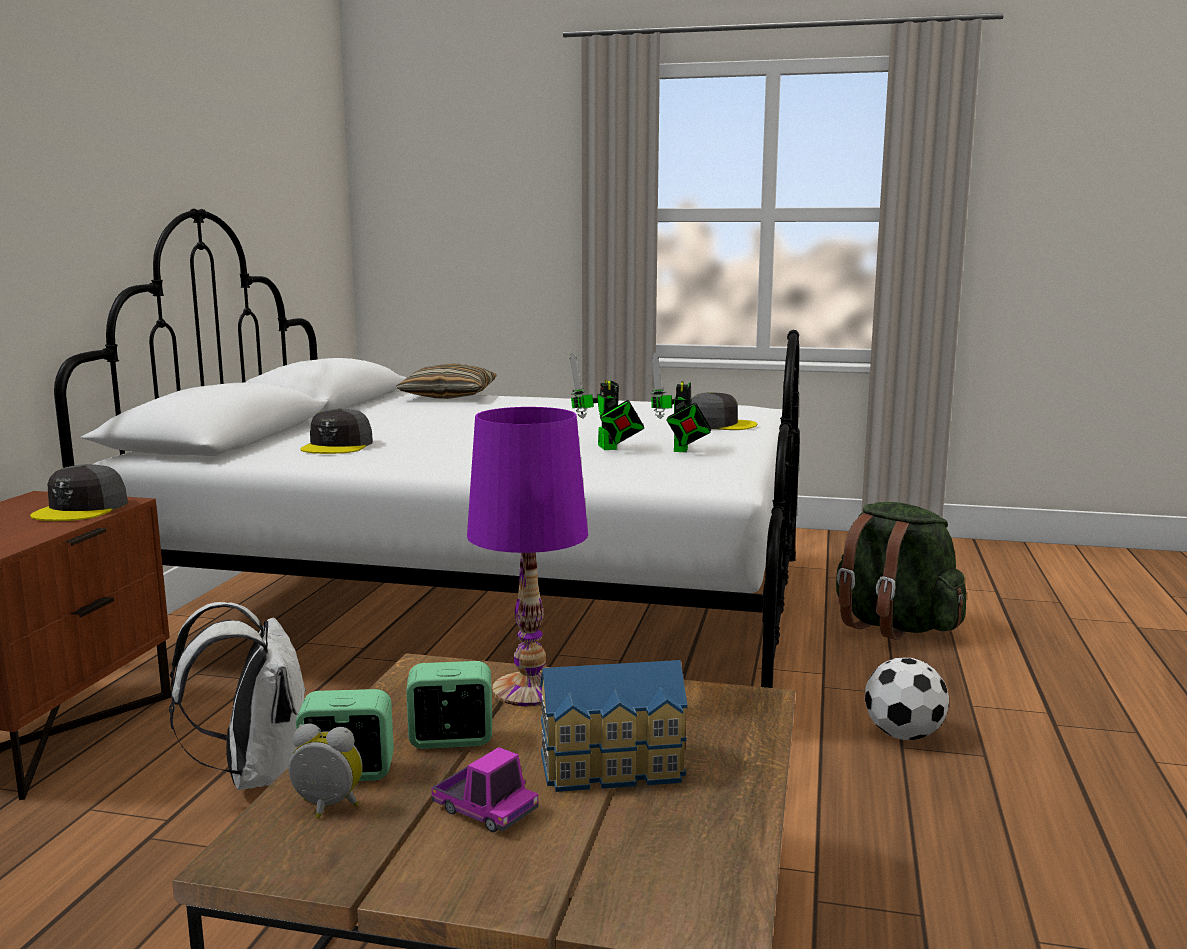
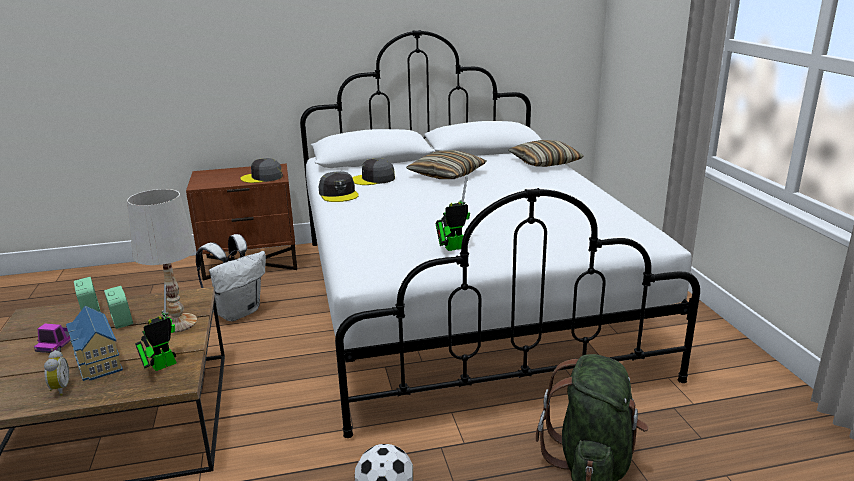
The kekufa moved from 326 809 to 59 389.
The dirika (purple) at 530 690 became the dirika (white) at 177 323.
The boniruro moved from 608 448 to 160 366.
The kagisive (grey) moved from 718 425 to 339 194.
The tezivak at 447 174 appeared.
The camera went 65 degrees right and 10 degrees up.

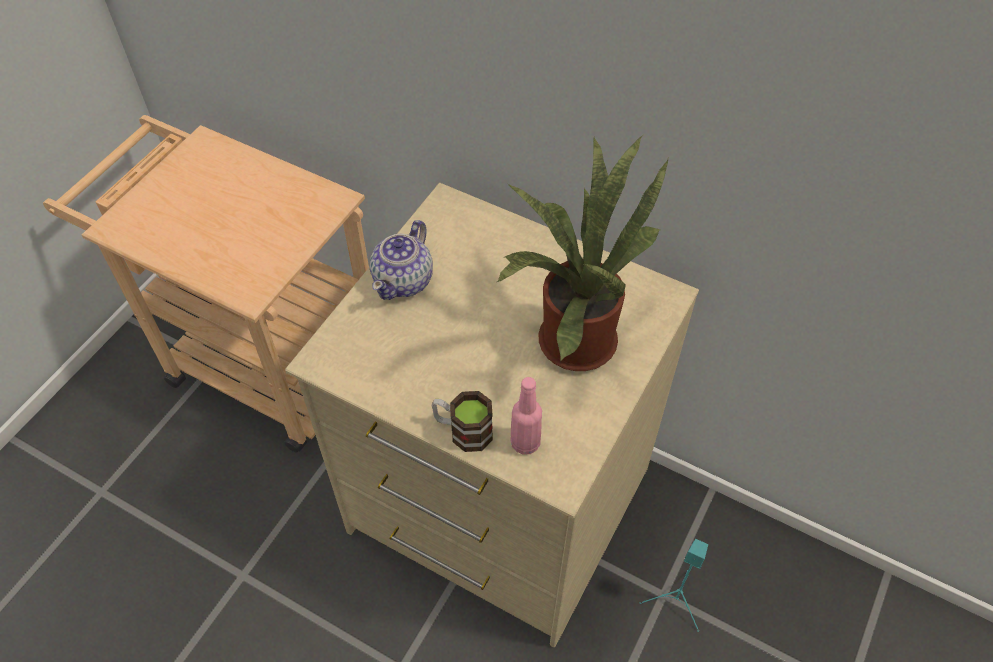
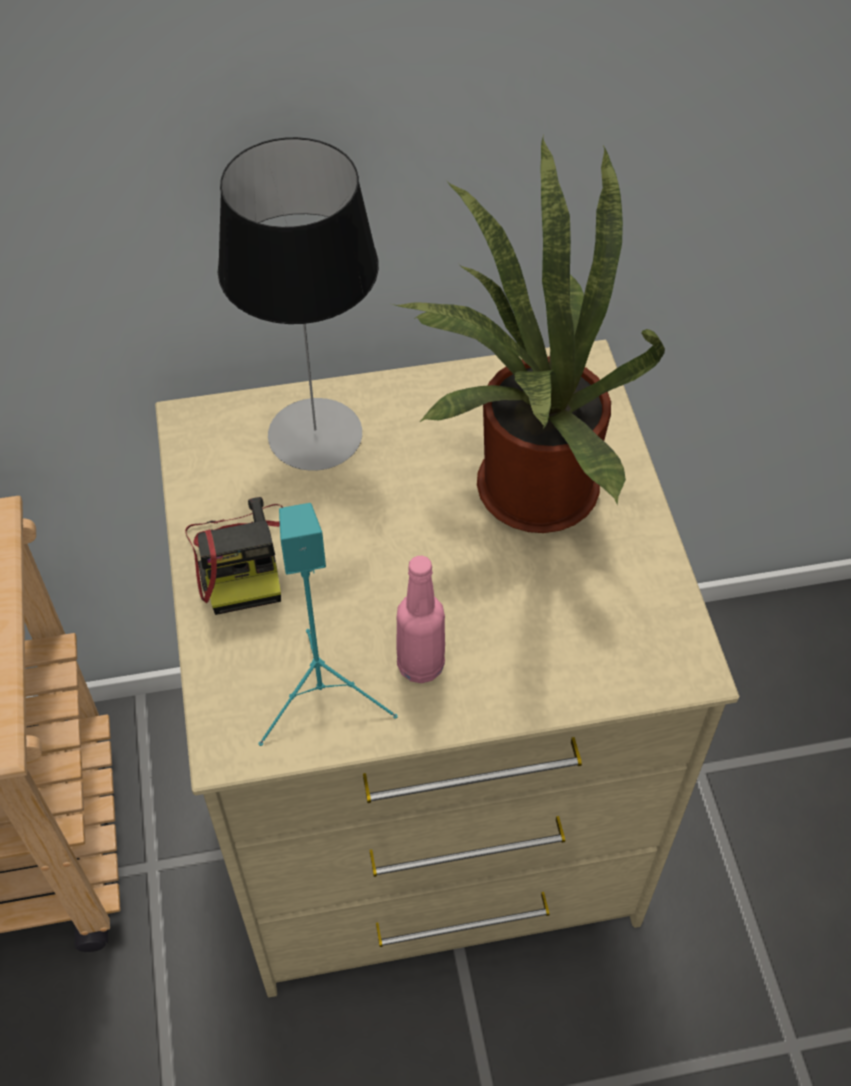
The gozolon at 404 280 was replaced by the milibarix at 240 558.
The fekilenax at 463 430 disappeared.
The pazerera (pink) moved from 525 443 to 420 665.
The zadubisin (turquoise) moved from 676 601 to 323 695.
The dirika at 315 435 appeared.
The camera went 40 degrees left and 0 degrees up.

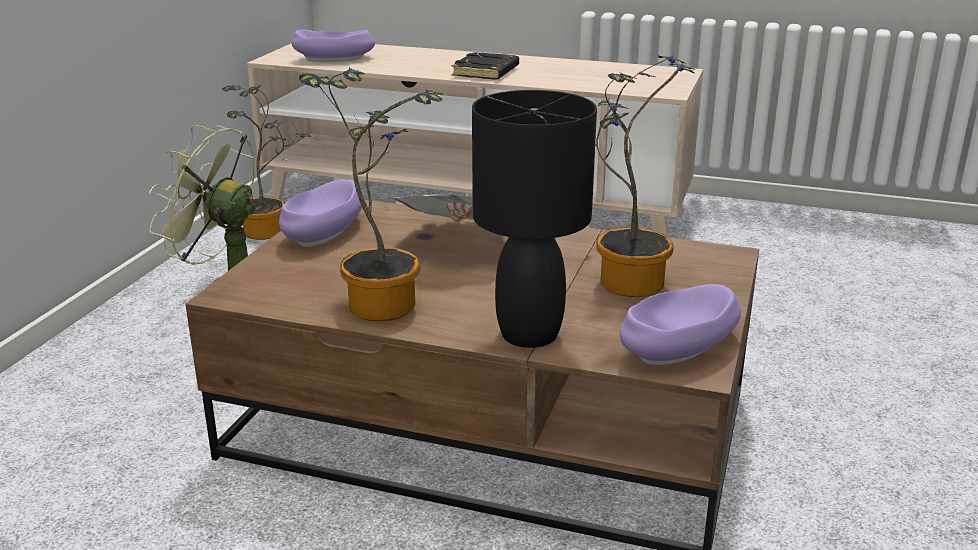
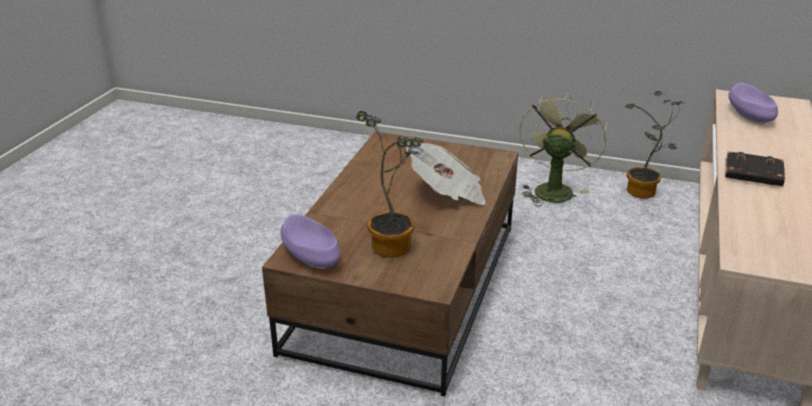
The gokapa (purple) at 324 232 disappeared.
The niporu at 382 301 disappeared.
The dirika (black) at 528 334 disappeared.
The camera went 90 degrees right and 5 degrees up.

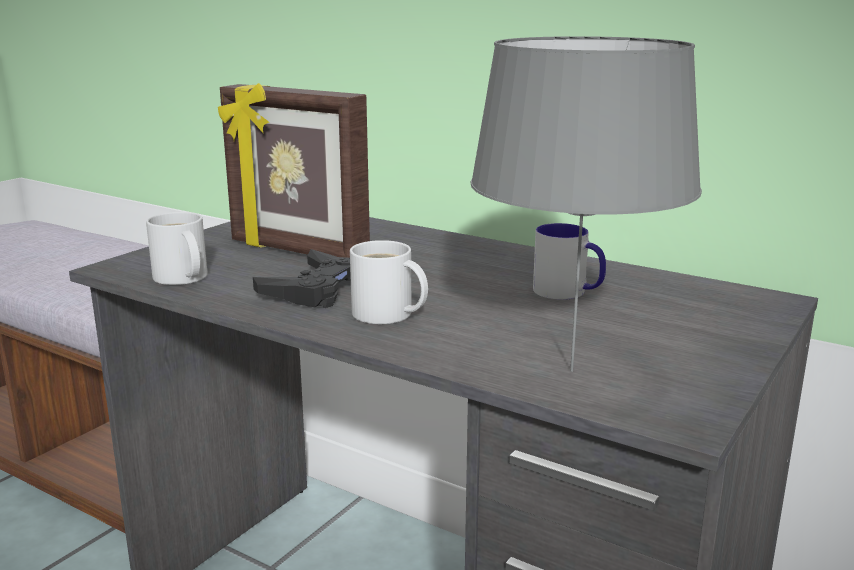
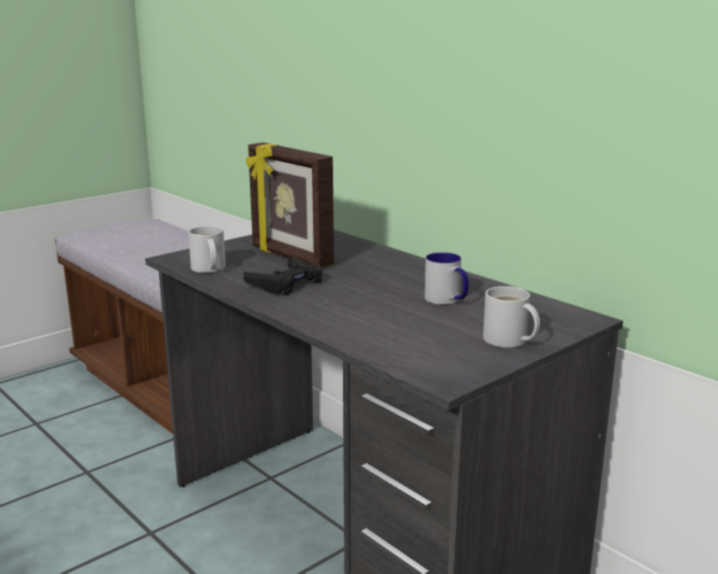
The fekilenax (white) moved from 386 315 to 507 340.
The dirika (grey) at 574 371 disappeared.
The camera went 15 degrees right and 0 degrees up.

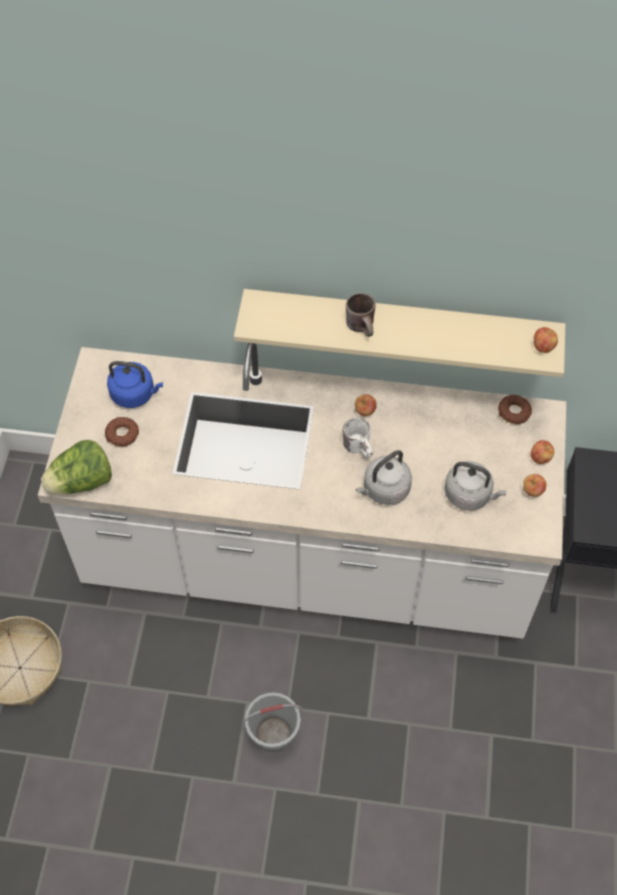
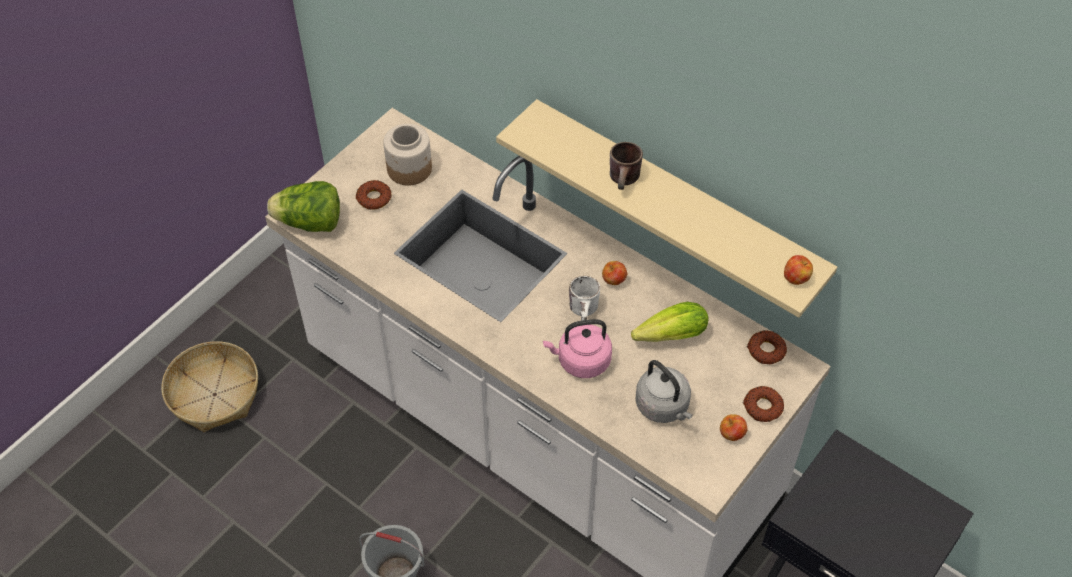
The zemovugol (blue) at 135 394 was replaced by the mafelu at 410 169.
The zemovugol (grey) at 384 490 became the zemovugol (pink) at 581 361.
The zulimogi at 540 458 was replaced by the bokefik at 762 407.
The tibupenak at 667 336 appeared.
The camera went 30 degrees right and 5 degrees down.

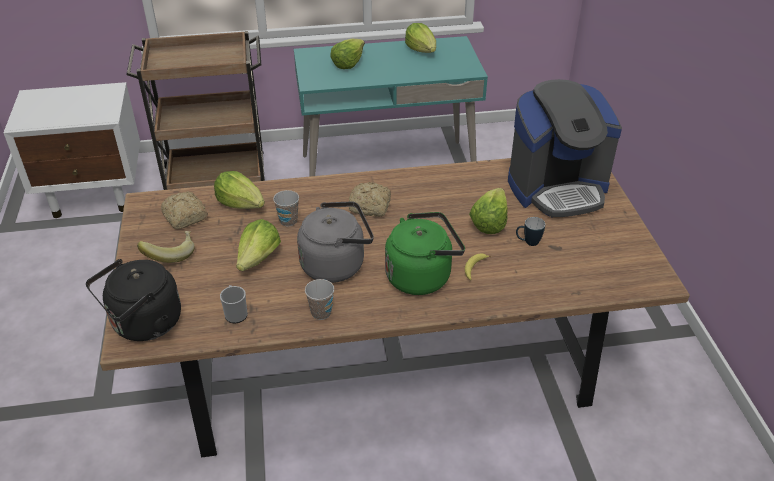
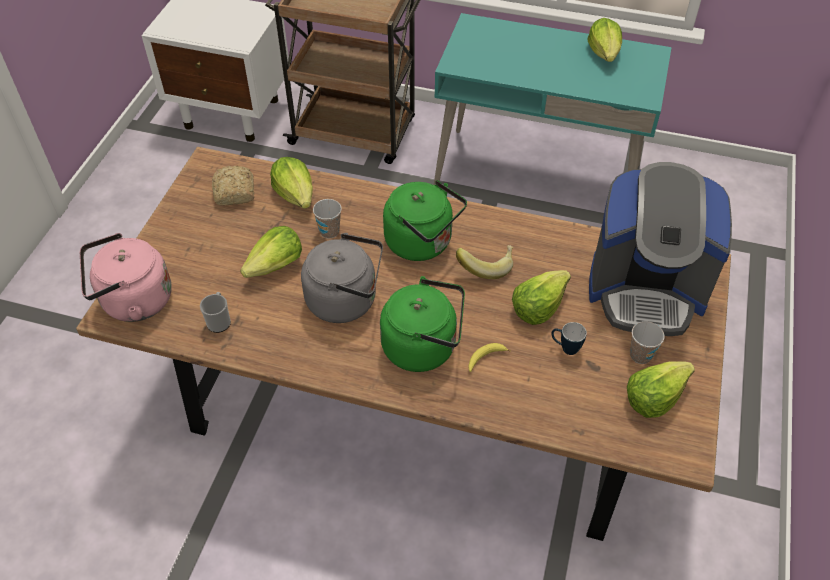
The zemovugol (black) at 143 325 became the zemovugol (pink) at 133 302.
The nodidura moved from 170 254 to 486 266.
The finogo moved from 321 313 to 640 355.
The tibupenak moved from 348 63 to 654 396.
The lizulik at 371 207 was replaced by the zemovugol (green) at 422 243.
The camera went 25 degrees right and 10 degrees up.

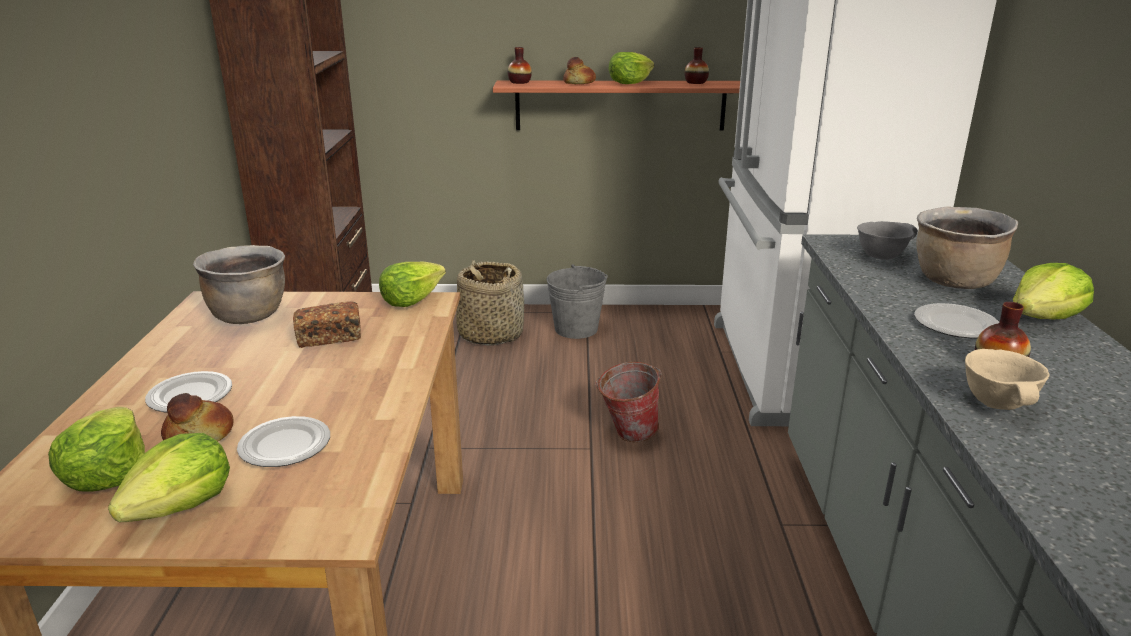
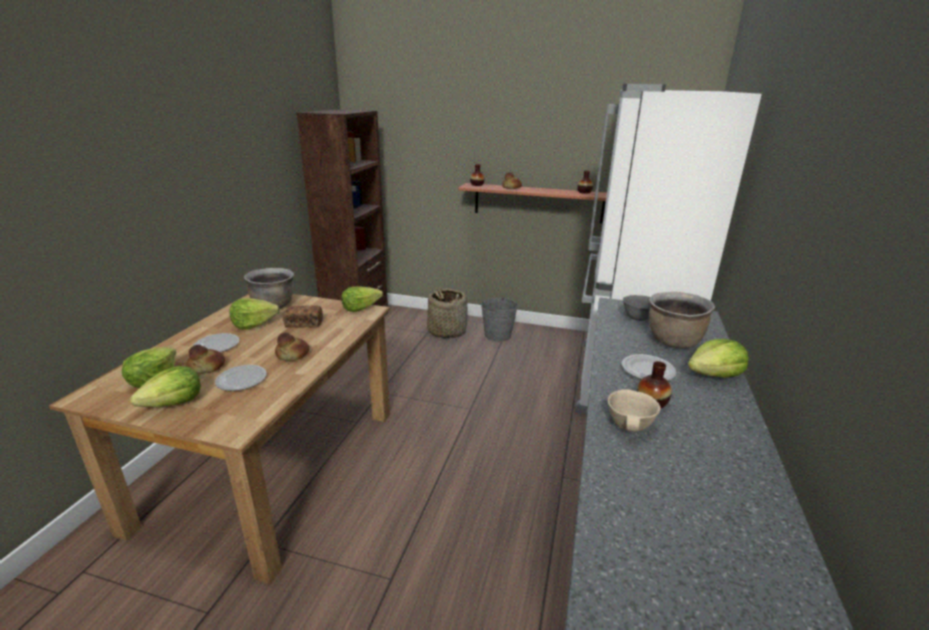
The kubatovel at 627 434 disappeared.
The tibupenak moved from 630 82 to 254 324.
The lizulik at 292 355 appeared.
The camera went 15 degrees right and 0 degrees up.

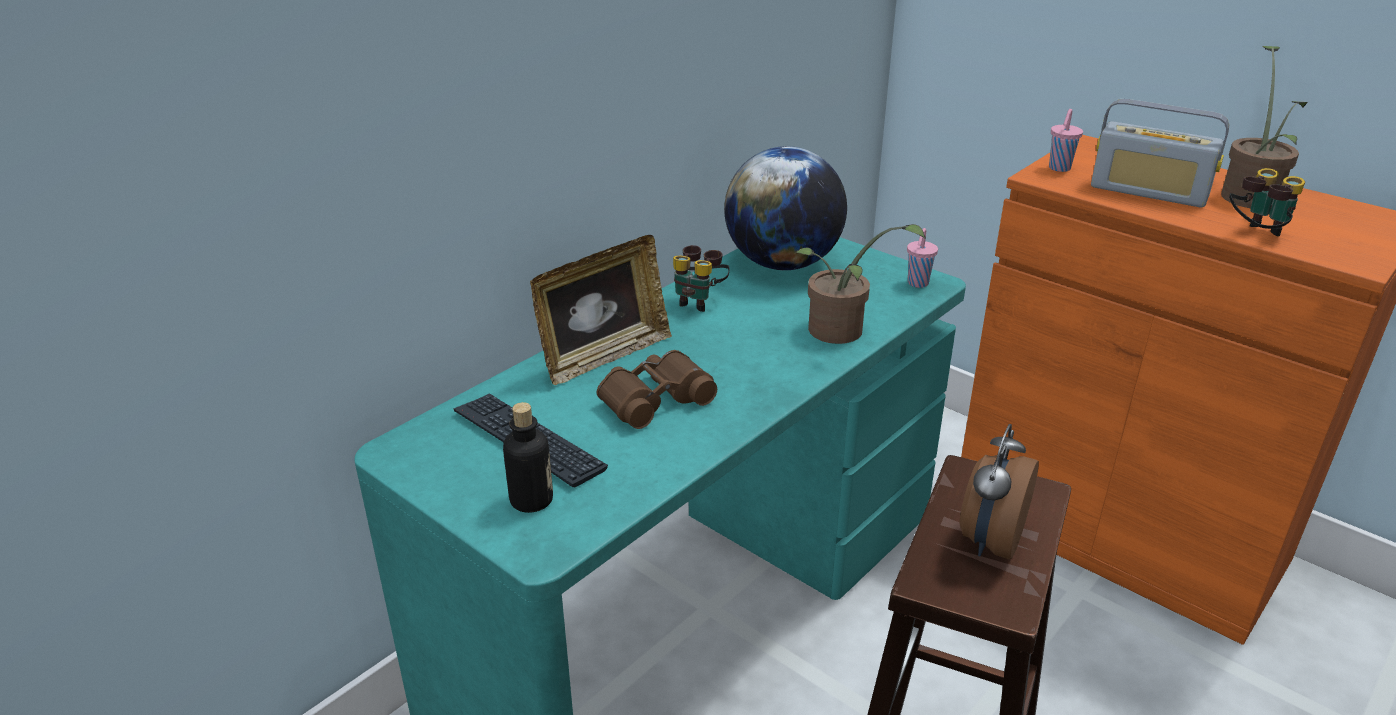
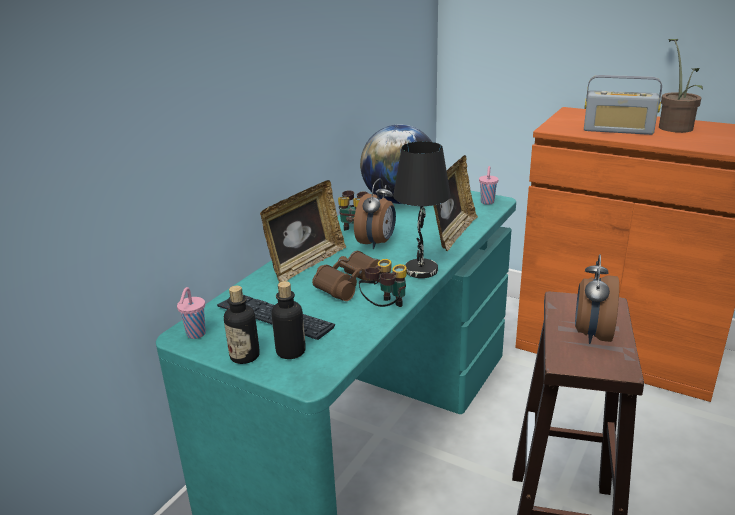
The niporu at 841 333 was replaced by the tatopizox at 452 233.
The finogo (pink) moved from 1059 168 to 195 334.
The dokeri moved from 1255 235 to 384 308.
The pazerera at 244 356 appeared.
The kekufa at 377 243 appeared.
The dirika (black) at 421 270 appeared.
The camera went 10 degrees left and 5 degrees down.

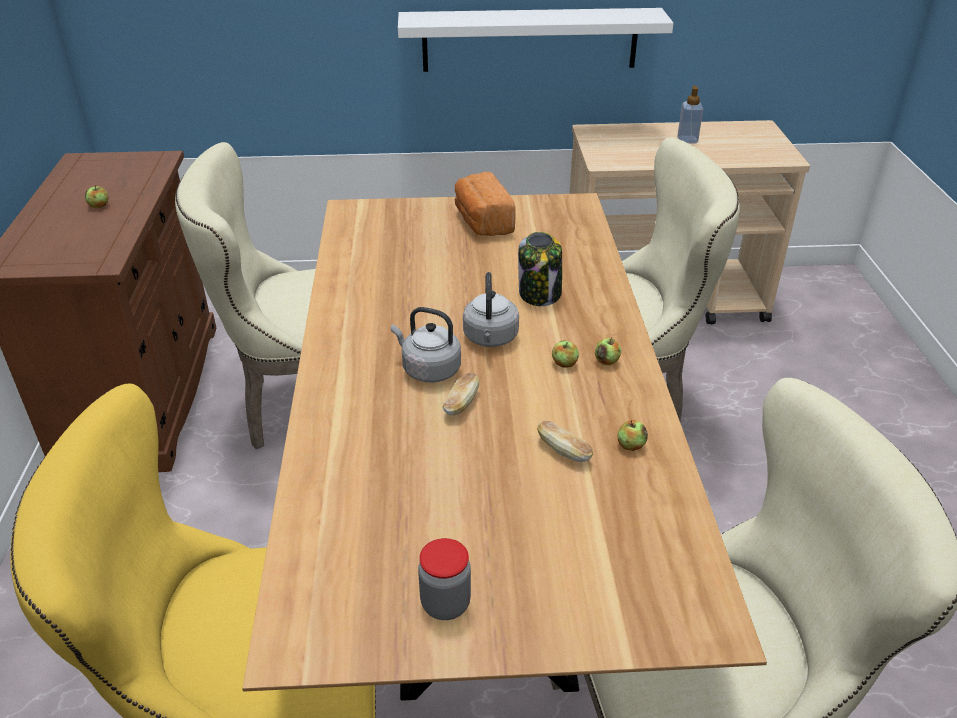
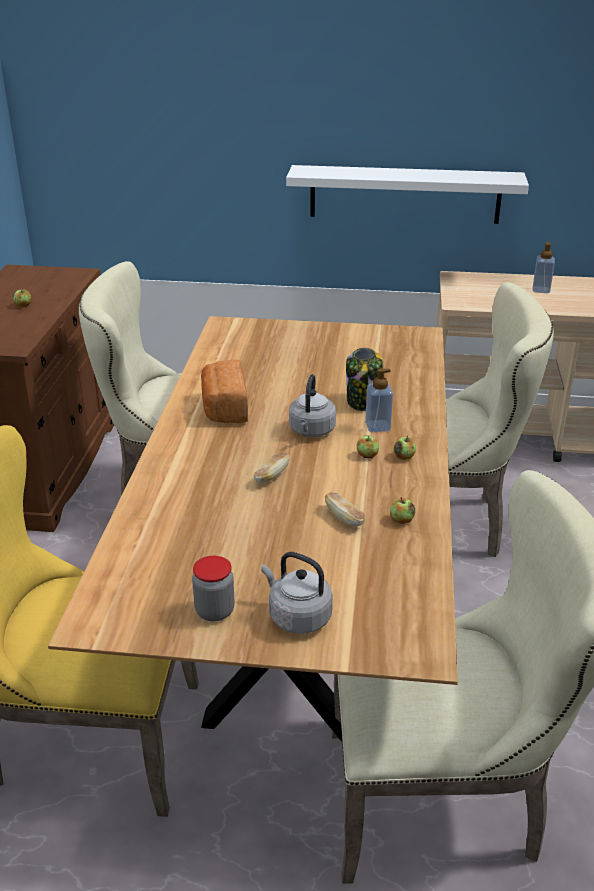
The zemovugol (grey) moved from 428 369 to 297 617.
The lizulik moved from 482 222 to 224 408.
The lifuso at 377 427 appeared.
The camera went 10 degrees right and 5 degrees down.

